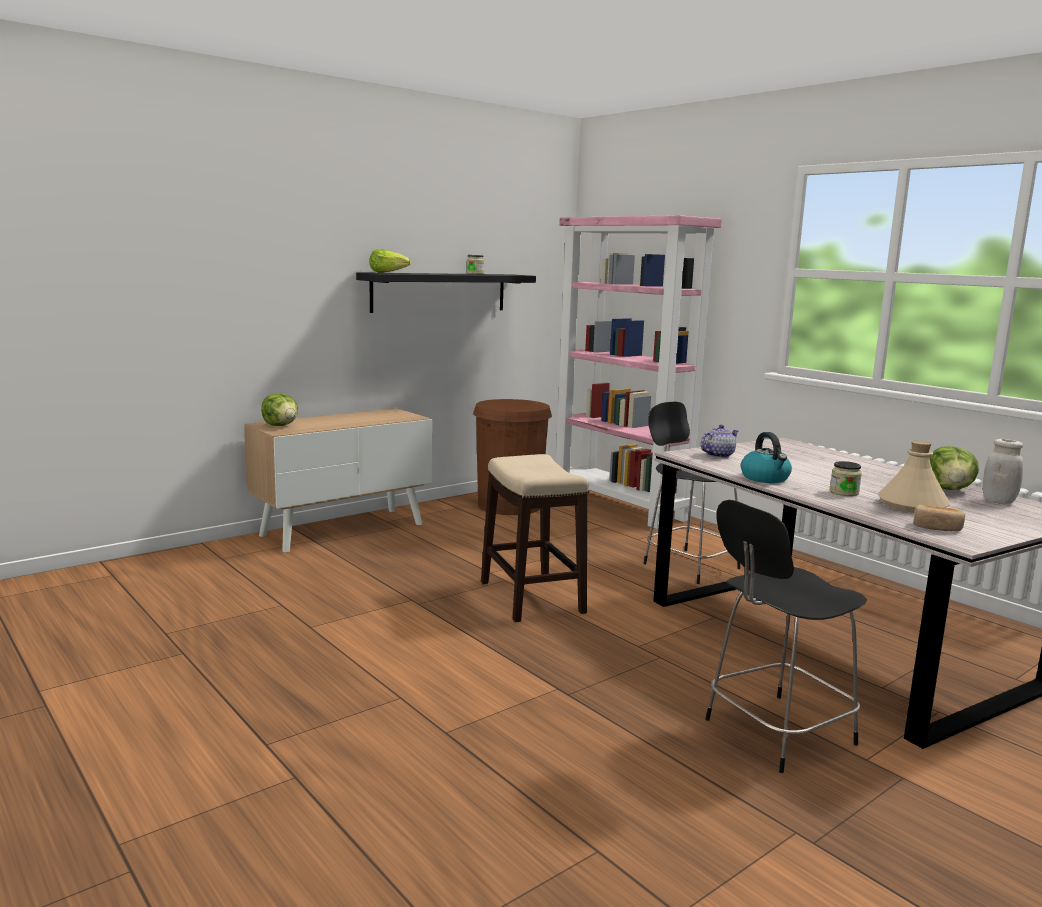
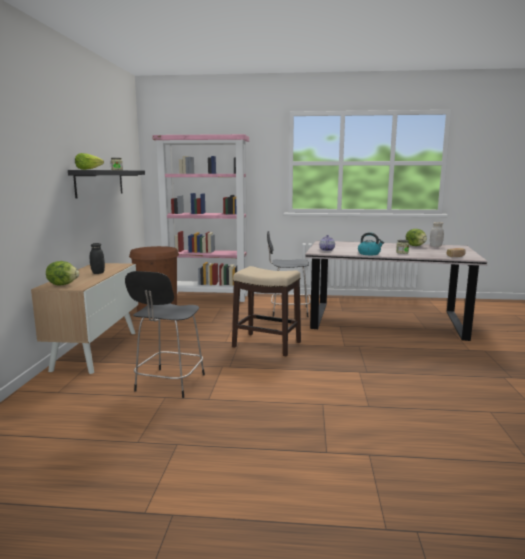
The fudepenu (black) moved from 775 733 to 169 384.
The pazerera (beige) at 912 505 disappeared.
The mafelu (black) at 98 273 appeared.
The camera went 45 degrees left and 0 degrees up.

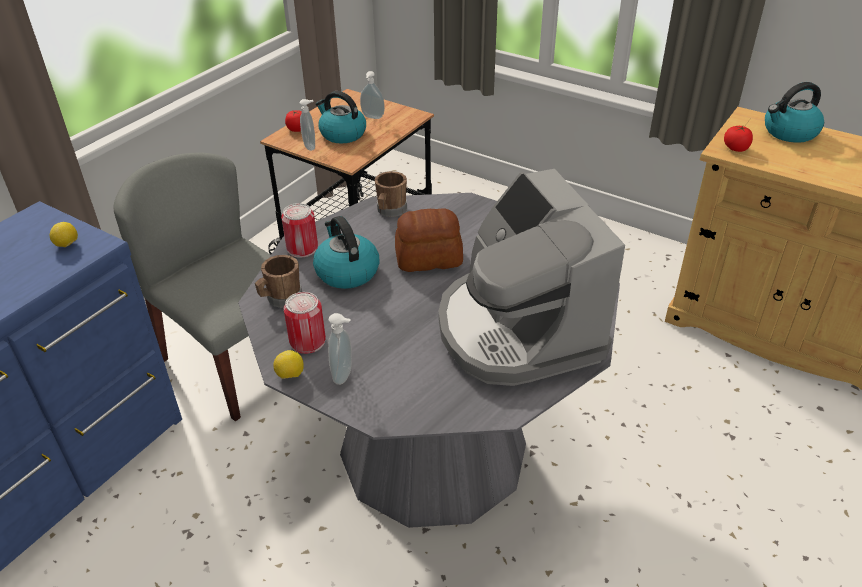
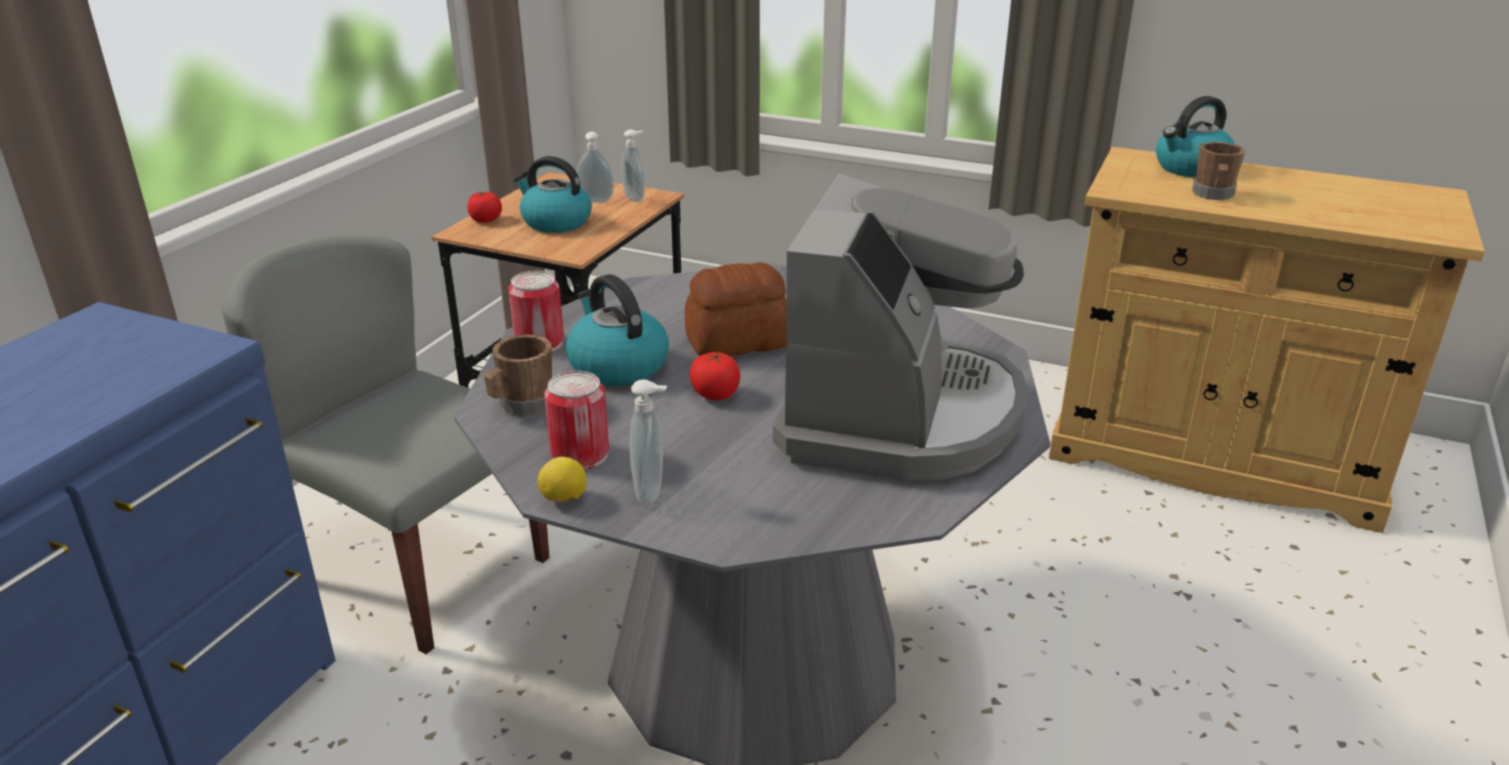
The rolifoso at 67 245 disappeared.
The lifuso moved from 311 146 to 635 198.
The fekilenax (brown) moved from 390 211 to 1213 195.
The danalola at 517 330 turned 135 degrees counterclockwise.
The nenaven moved from 735 148 to 715 394.
The camera went 10 degrees left and 10 degrees down.

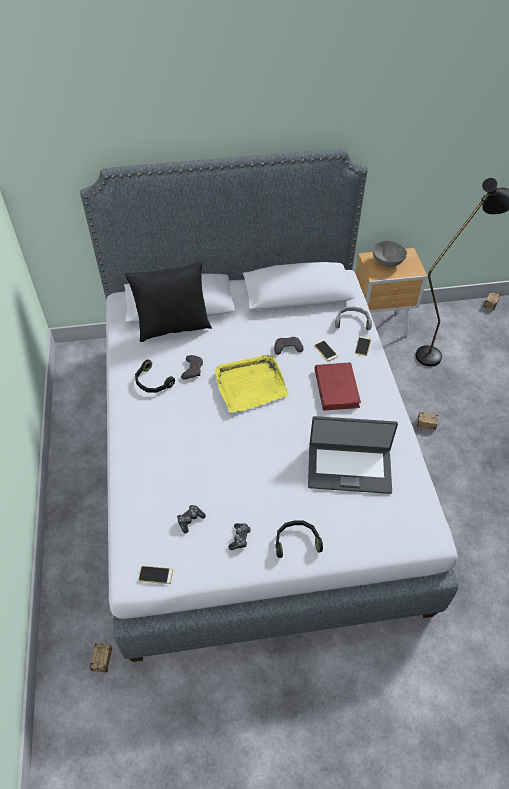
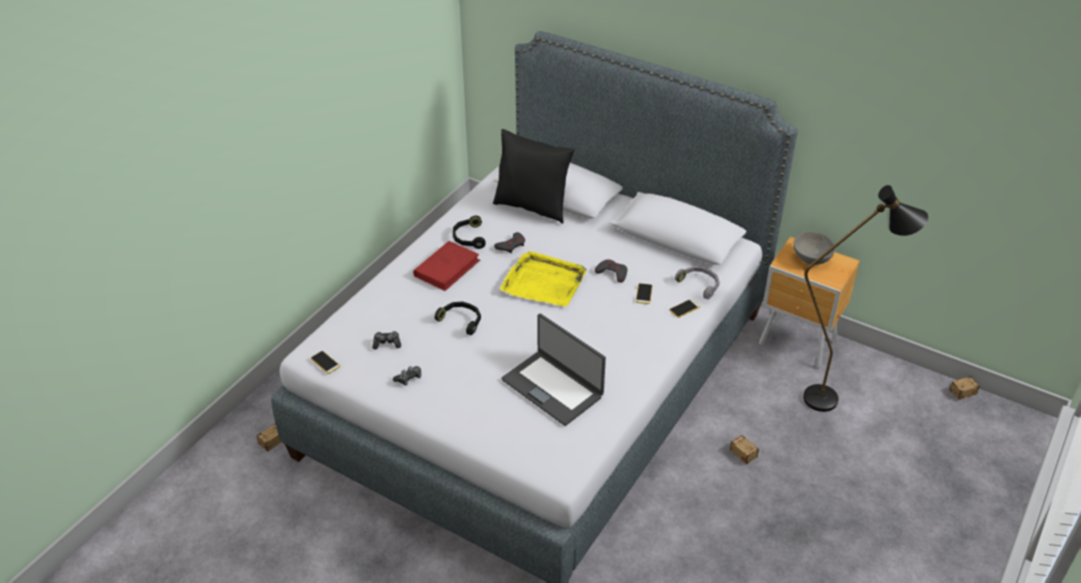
The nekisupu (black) moved from 296 541 to 461 320.
The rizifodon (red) moved from 336 388 to 447 268.
The camera went 40 degrees right and 10 degrees down.

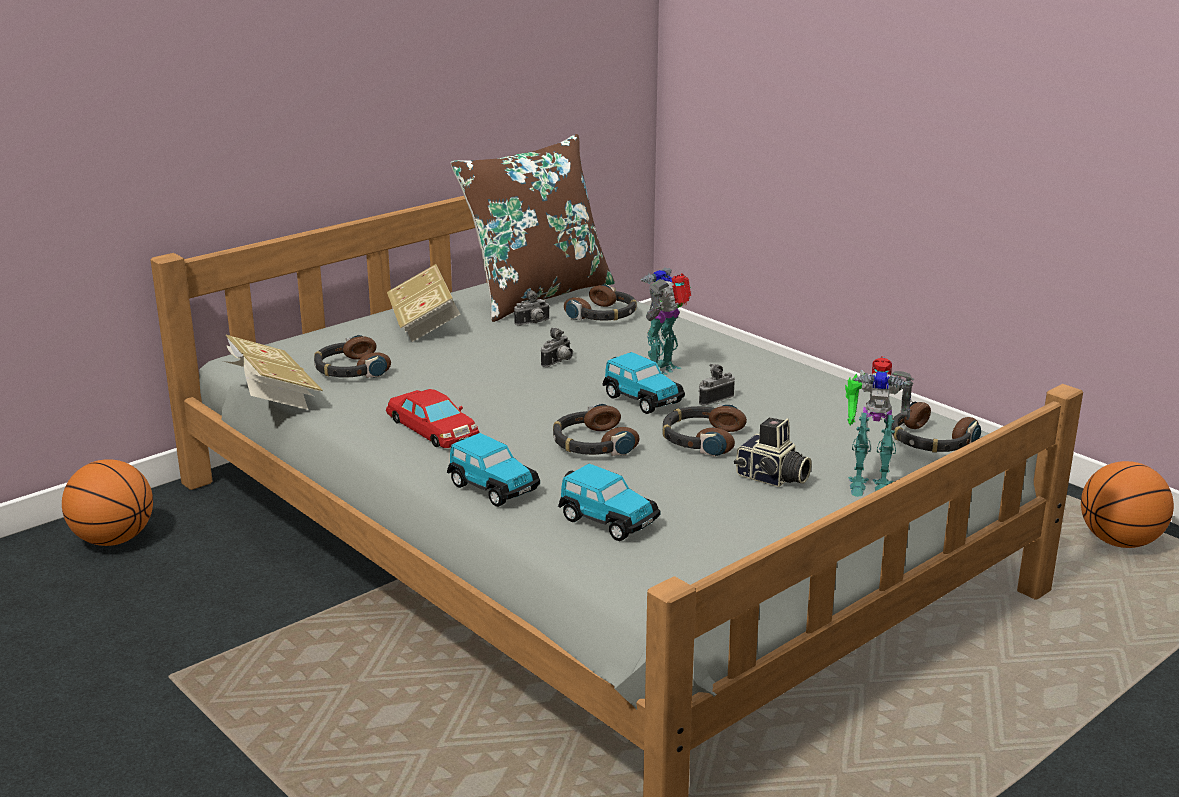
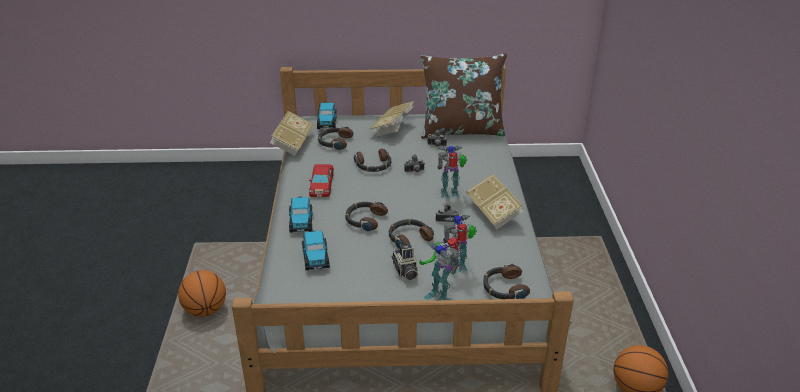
The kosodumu moved from 114 540 to 205 310.
The nekisupu moved from 603 315 to 373 165.
The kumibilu moved from 641 399 to 327 122.
The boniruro at 457 268 appeared.
The rizifodon at 494 213 appeared.
The camera went 40 degrees right and 10 degrees up.

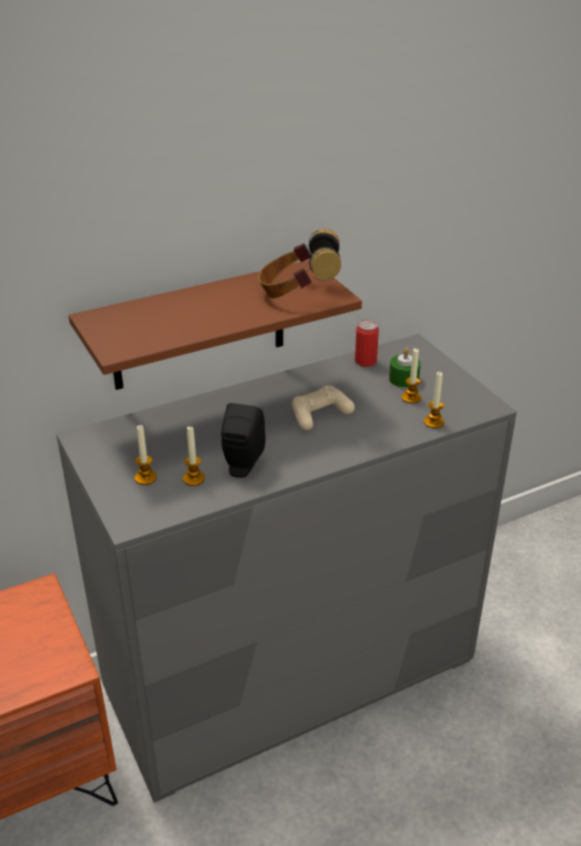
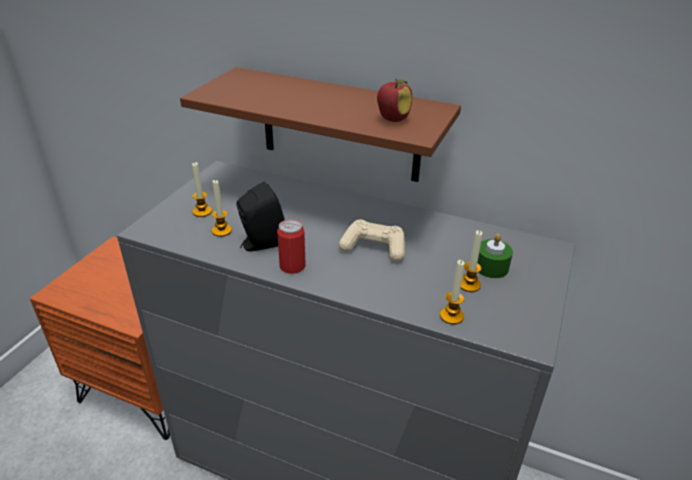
The nekisupu at 298 293 was replaced by the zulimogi at 393 119.
The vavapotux moved from 365 361 to 292 266.
The camera went 50 degrees right and 0 degrees up.

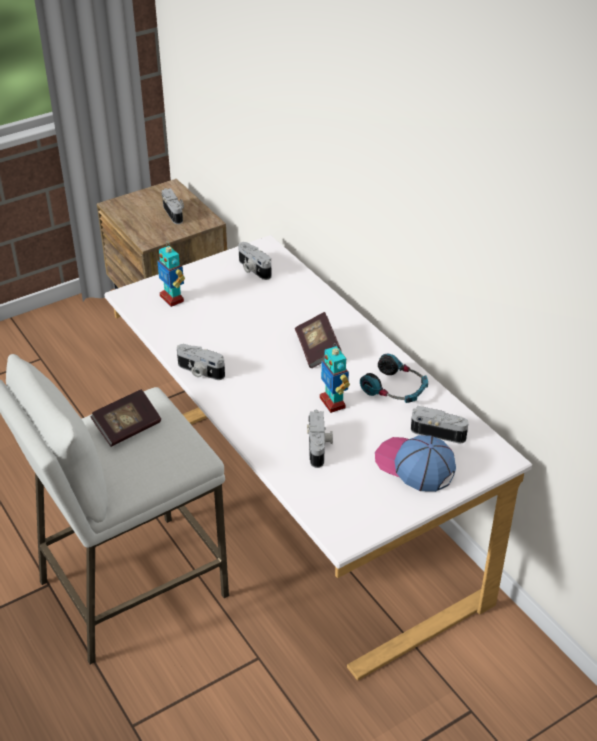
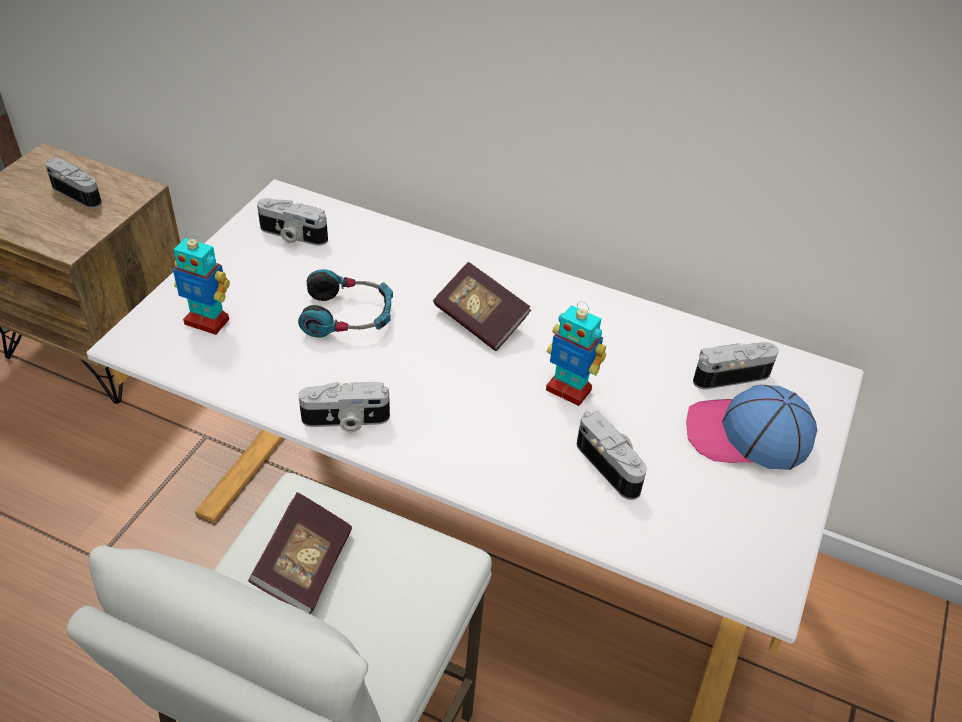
The nekisupu moved from 395 389 to 348 316.
The camera went 35 degrees left and 5 degrees up.

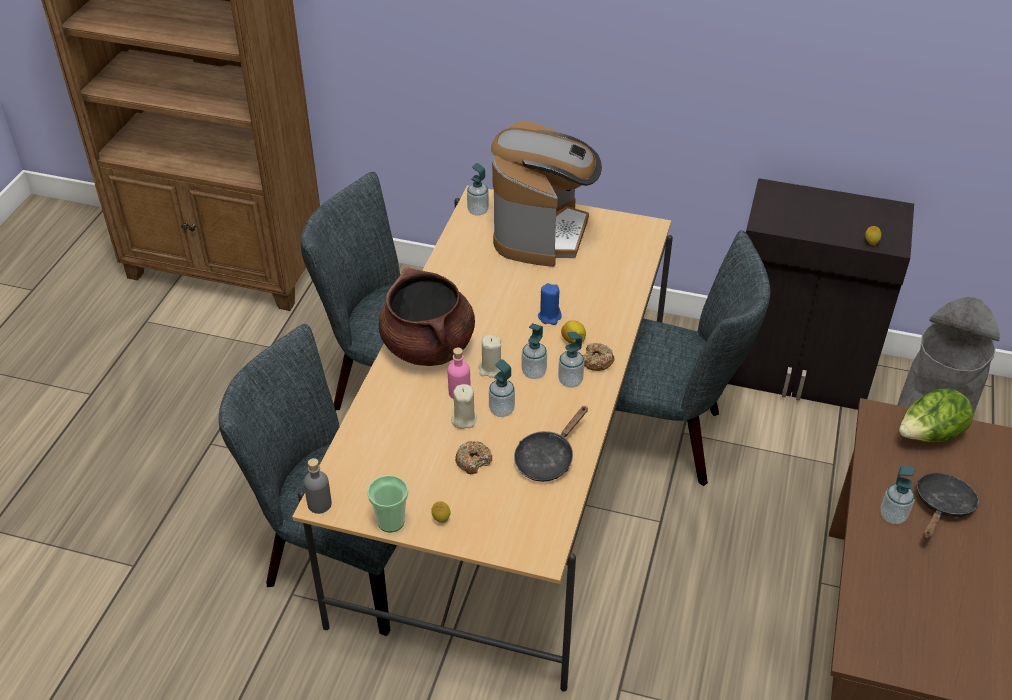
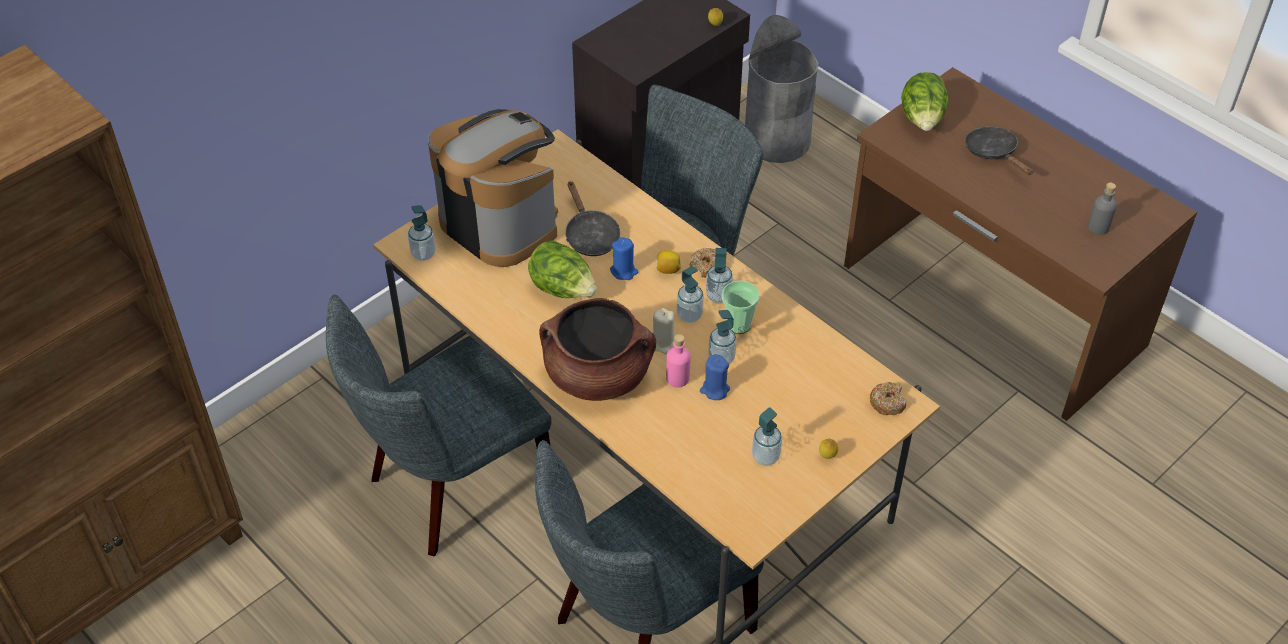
The pazerera (grey) moved from 319 504 to 1098 227.
The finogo moved from 391 521 to 738 324.
The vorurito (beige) at 463 419 became the vorurito (blue) at 714 390.
The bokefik moved from 473 461 to 887 402.
The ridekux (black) moved from 547 458 to 590 235.
The lifuso moved from 892 515 to 765 457.
The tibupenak at 563 289 appeared.
The camera went 60 degrees left and 5 degrees up.

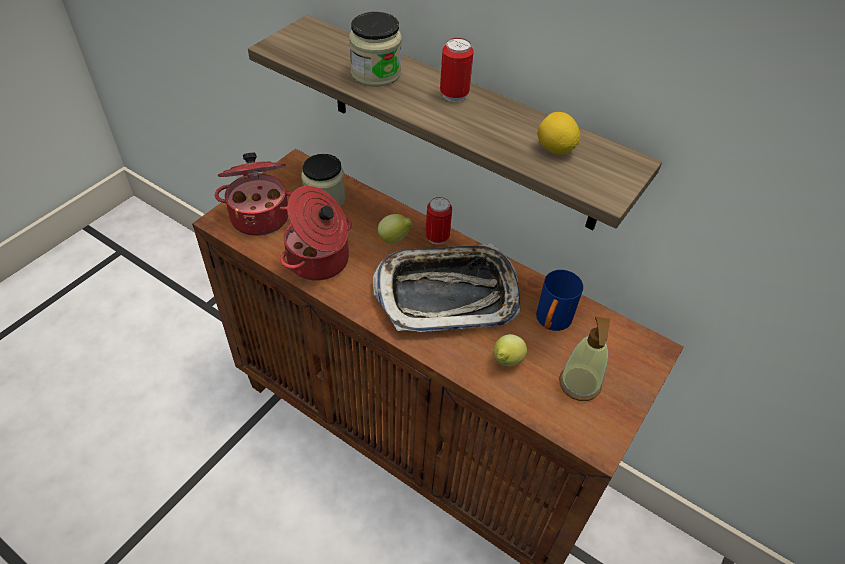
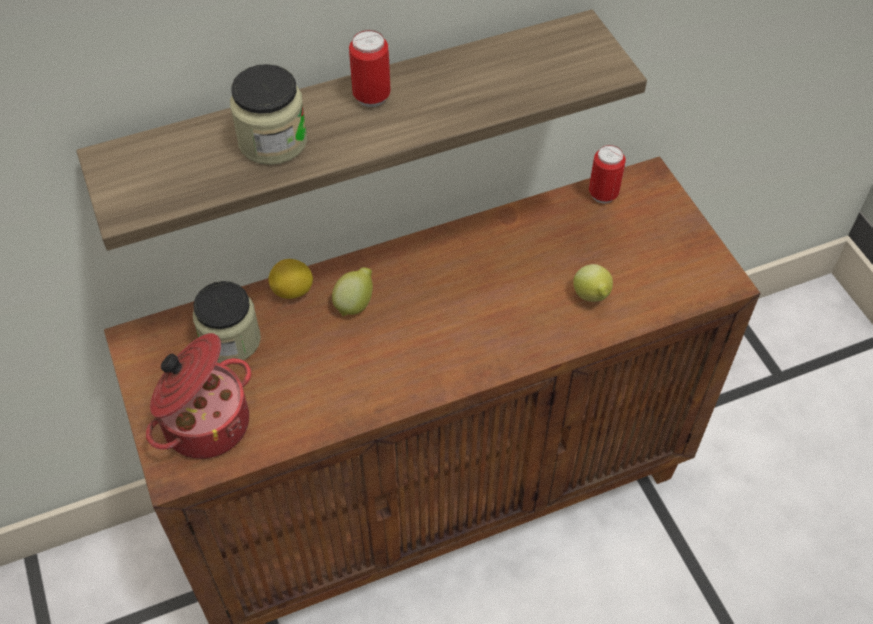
The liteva at 320 261 disappeared.
The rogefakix at 447 294 disappeared.
The vavapotux moved from 437 237 to 603 194.
The fekilenax (blue) at 551 322 disappeared.
The rolifoso moved from 555 150 to 293 291.
The lifuso at 579 384 disappeared.
The camera went 55 degrees left and 5 degrees up.

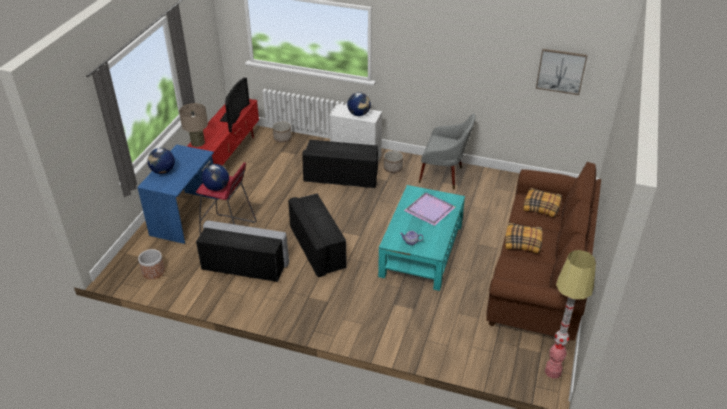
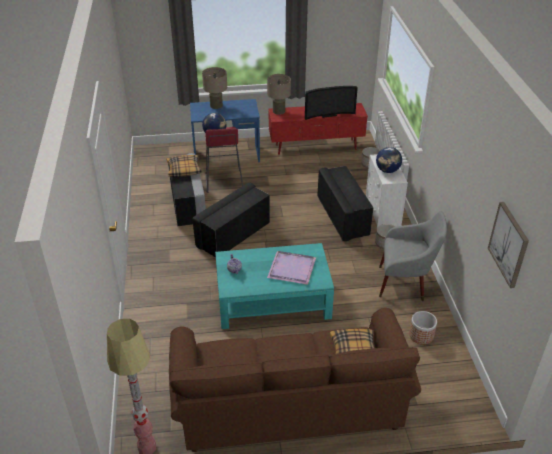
The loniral moved from 153 271 to 421 335.
The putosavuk at 163 171 was replaced by the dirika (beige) at 216 105.
The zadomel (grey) at 444 175 turned 75 degrees counterclockwise.
The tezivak moved from 523 242 to 184 170.
The camera went 65 degrees right and 0 degrees up.

